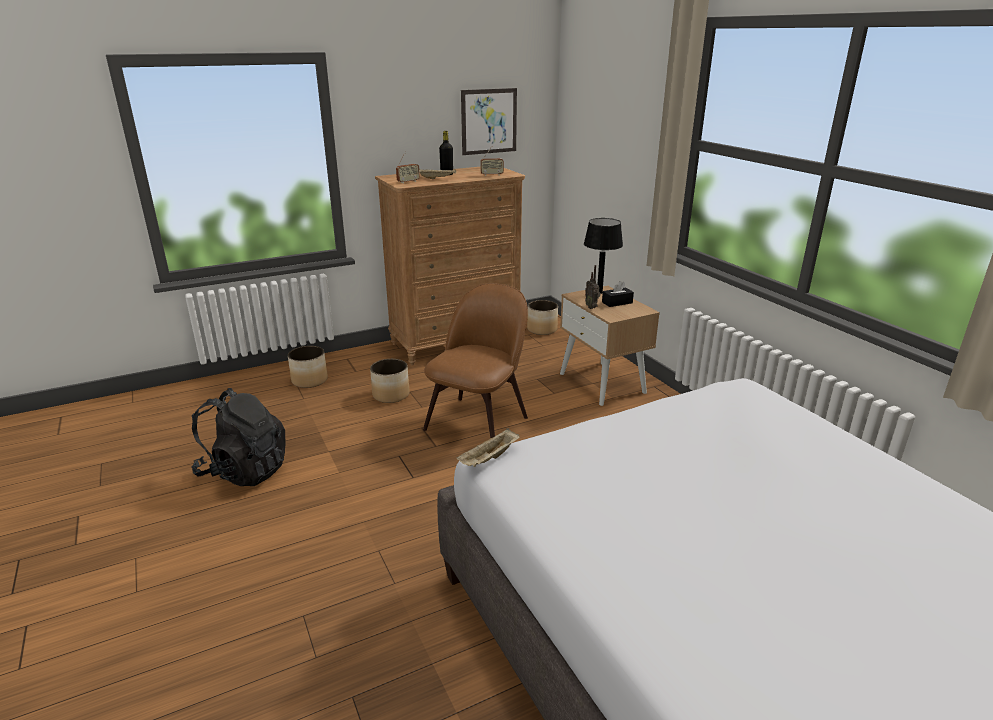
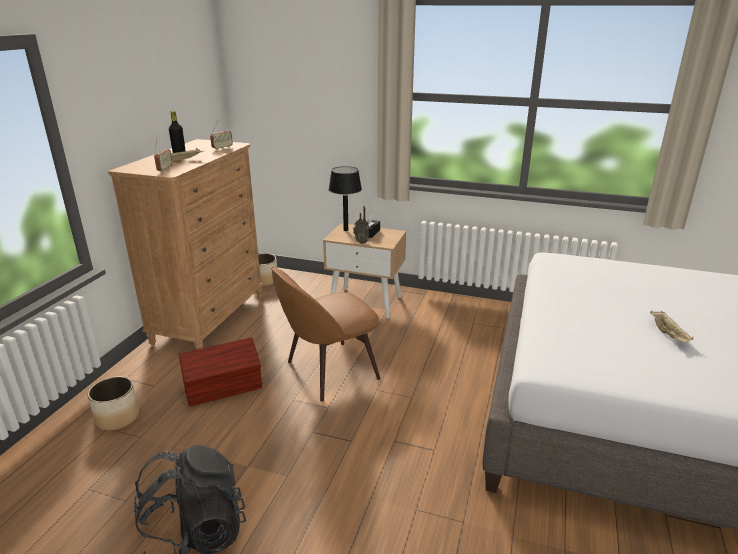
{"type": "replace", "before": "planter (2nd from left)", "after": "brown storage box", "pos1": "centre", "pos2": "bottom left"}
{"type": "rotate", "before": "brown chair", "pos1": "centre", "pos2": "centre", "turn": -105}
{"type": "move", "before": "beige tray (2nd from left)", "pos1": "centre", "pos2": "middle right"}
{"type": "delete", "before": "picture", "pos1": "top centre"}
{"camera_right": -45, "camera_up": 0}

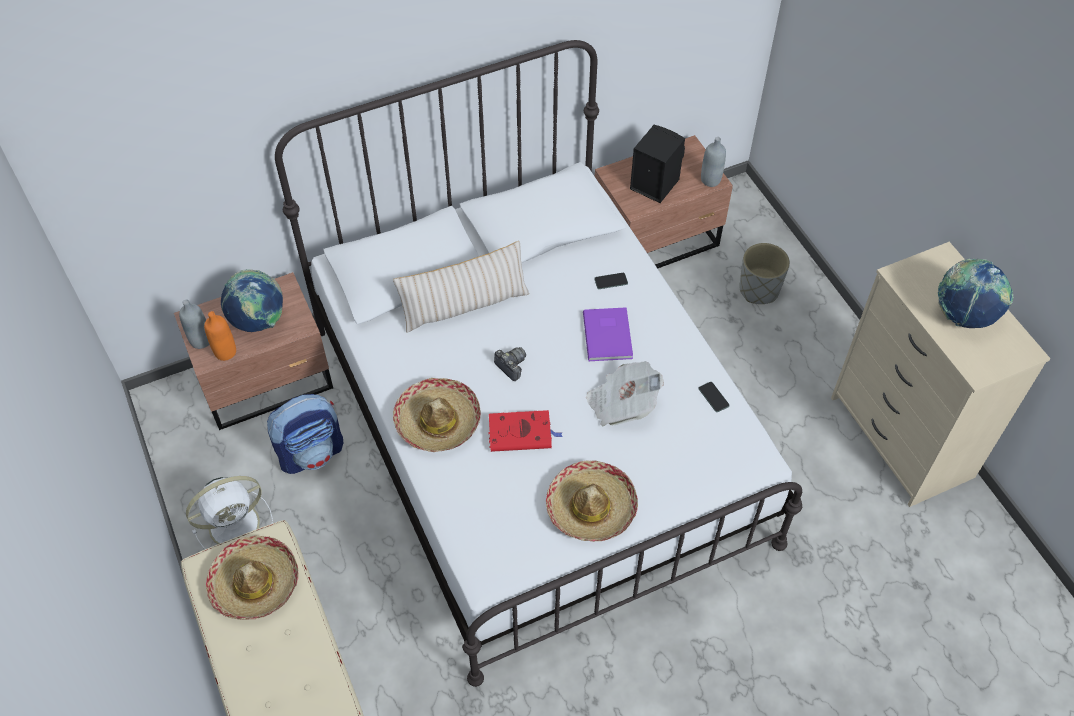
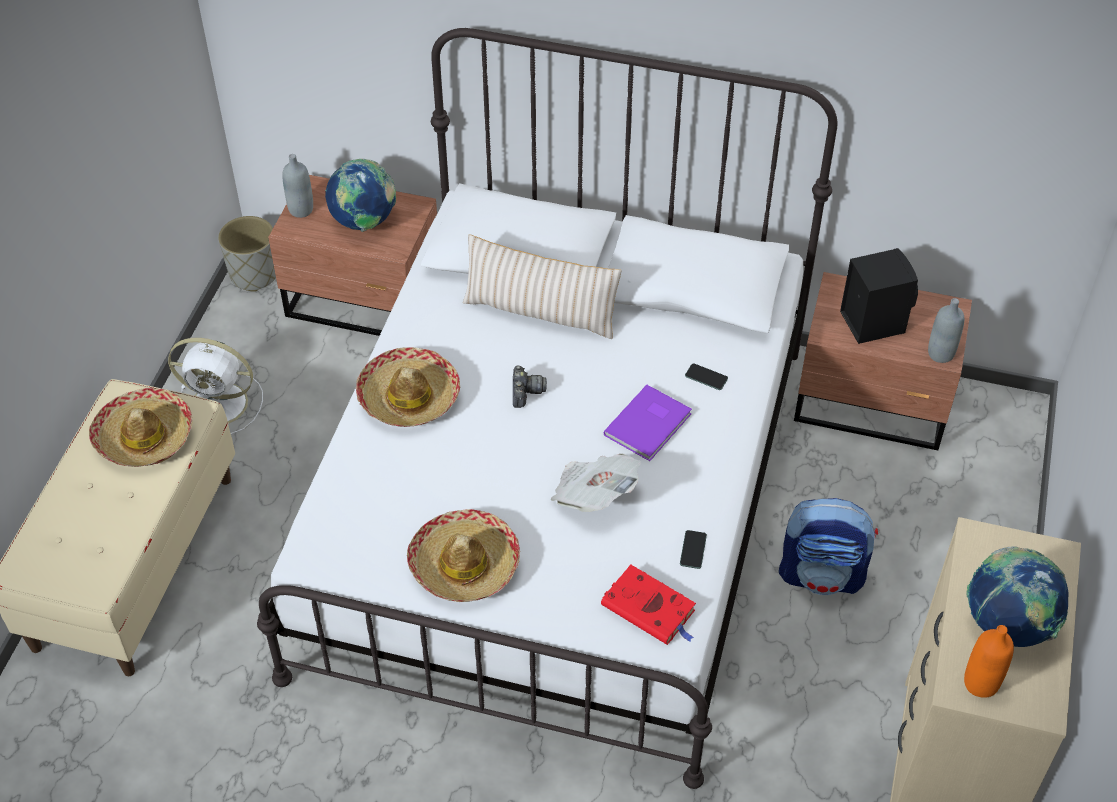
{"type": "move", "before": "grey planter", "pos1": "middle right", "pos2": "top left"}
{"type": "move", "before": "red book", "pos1": "centre", "pos2": "bottom centre"}
{"type": "move", "before": "backpack", "pos1": "middle left", "pos2": "bottom right"}
{"type": "move", "before": "orange bottle", "pos1": "middle left", "pos2": "bottom right"}
{"camera_right": 40, "camera_up": -5}

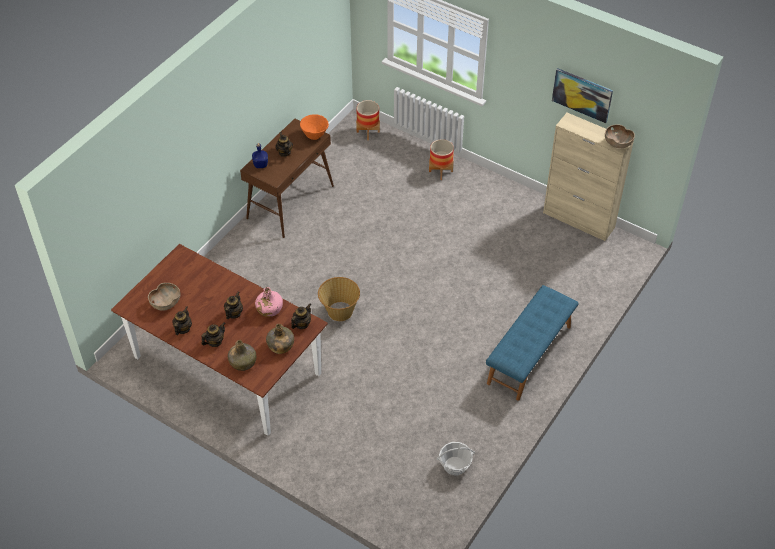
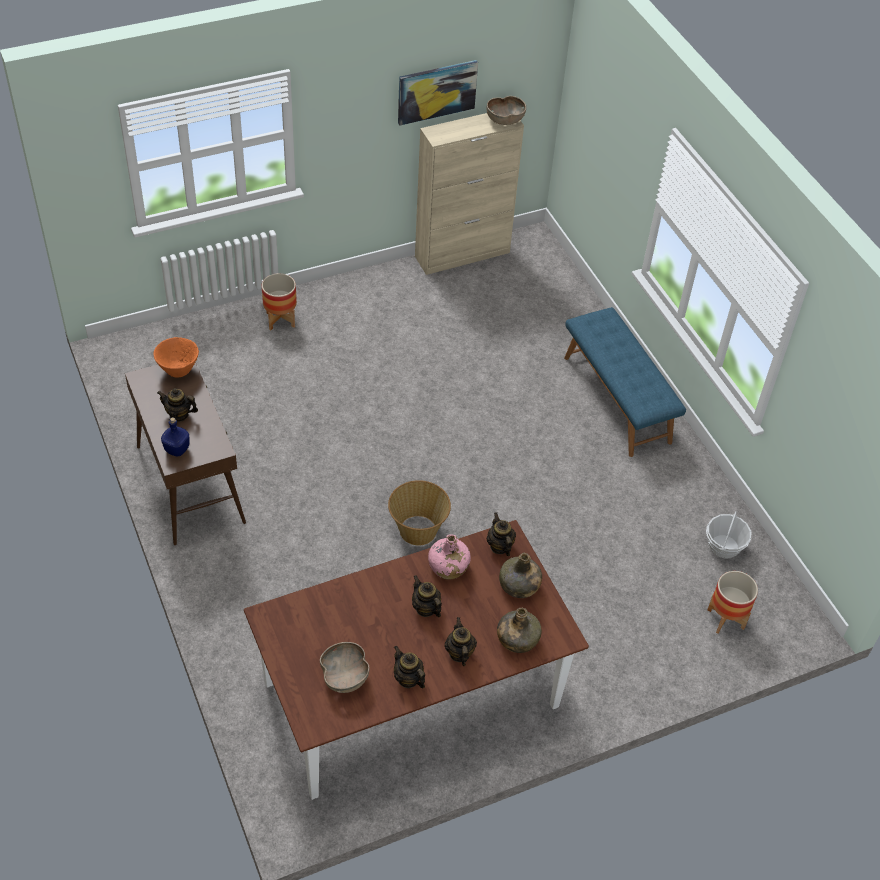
{"type": "move", "before": "planter (1st from left in the first image)", "after": "planter (2nd from left)", "pos1": "top centre", "pos2": "bottom right"}
{"camera_right": -60, "camera_up": 0}

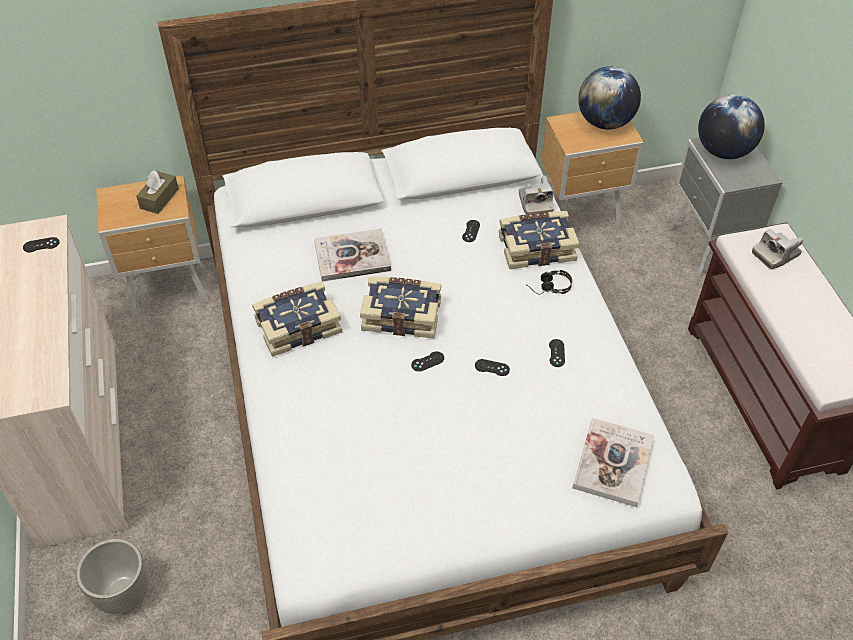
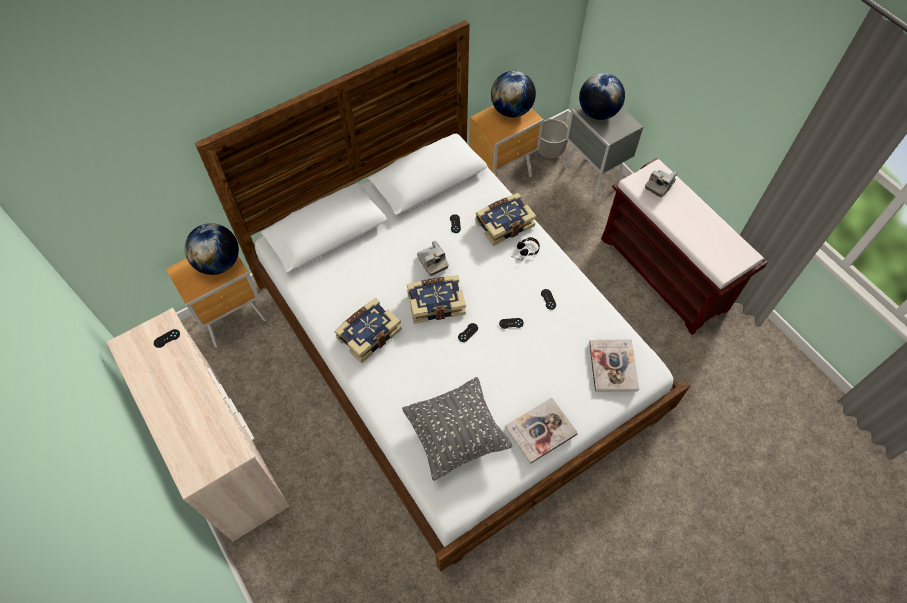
{"type": "replace", "before": "brown tissue box", "after": "globe (1st from left)", "pos1": "top left", "pos2": "middle left"}
{"type": "insert", "after": "grey pillow", "pos2": "bottom centre"}
{"type": "move", "before": "photo camera (1st from left)", "pos1": "top centre", "pos2": "centre"}
{"type": "move", "before": "book (2nd from left in the first image)", "after": "book (4th from left)", "pos1": "centre", "pos2": "bottom centre"}
{"type": "move", "before": "planter", "pos1": "bottom left", "pos2": "top centre"}
{"camera_right": -20, "camera_up": 10}

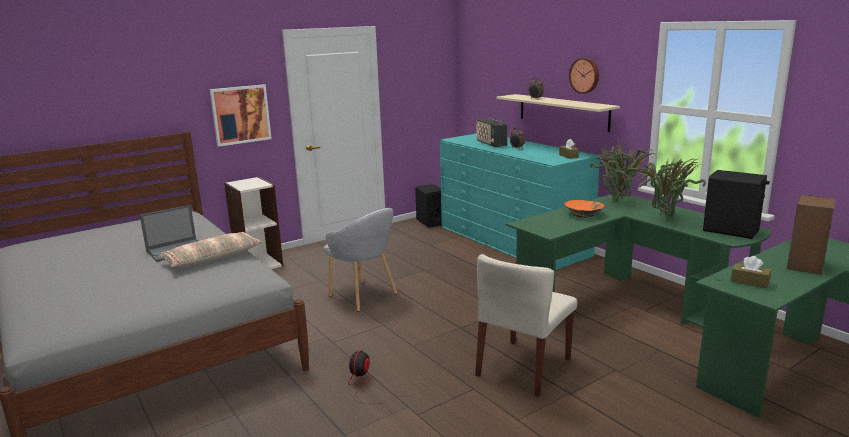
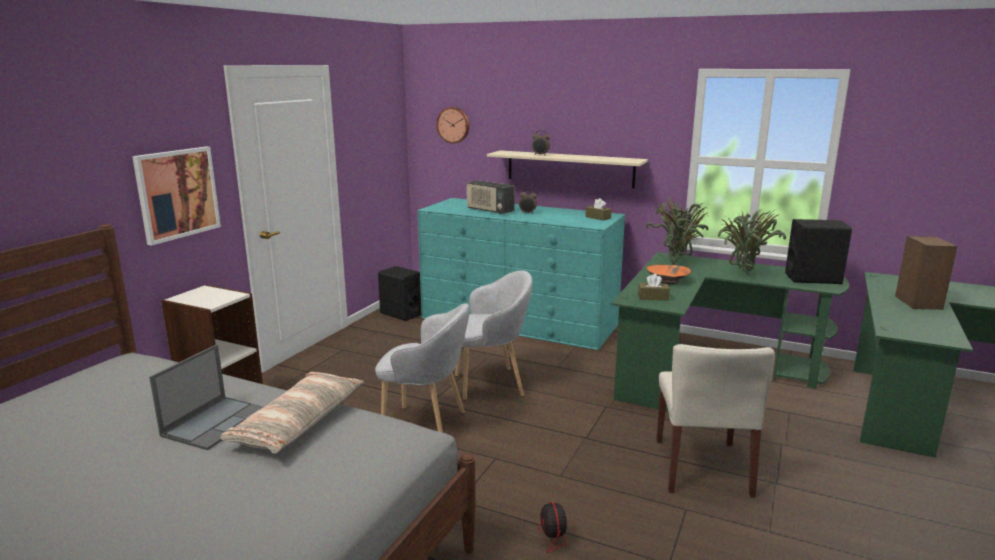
{"type": "move", "before": "wall clock", "pos1": "top right", "pos2": "top centre"}
{"type": "insert", "after": "grey armchair (2nd from left)", "pos2": "centre"}
{"type": "move", "before": "brown tissue box (2nd from left)", "pos1": "middle right", "pos2": "centre"}
{"camera_right": -30, "camera_up": 0}

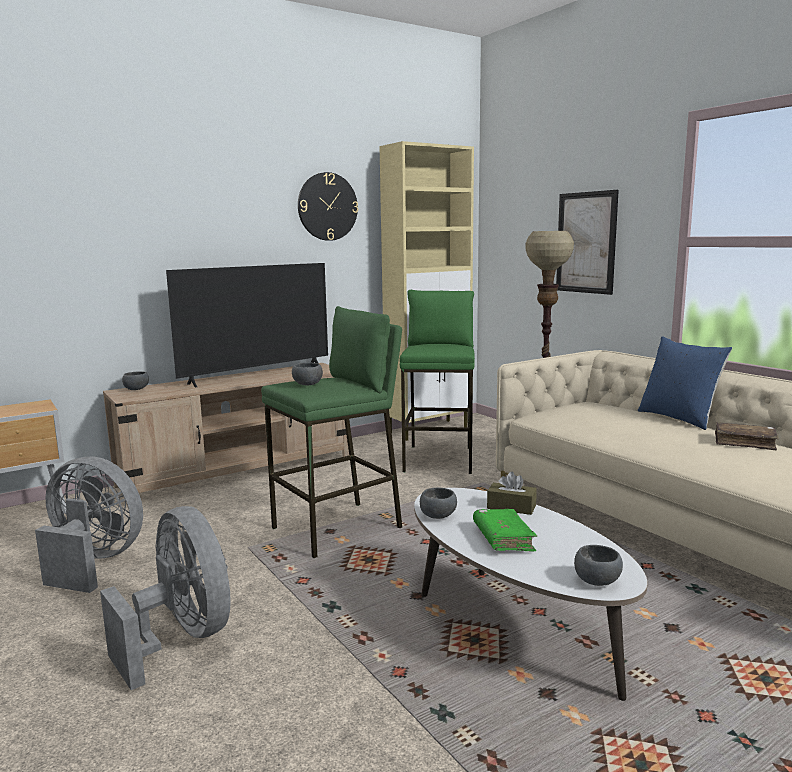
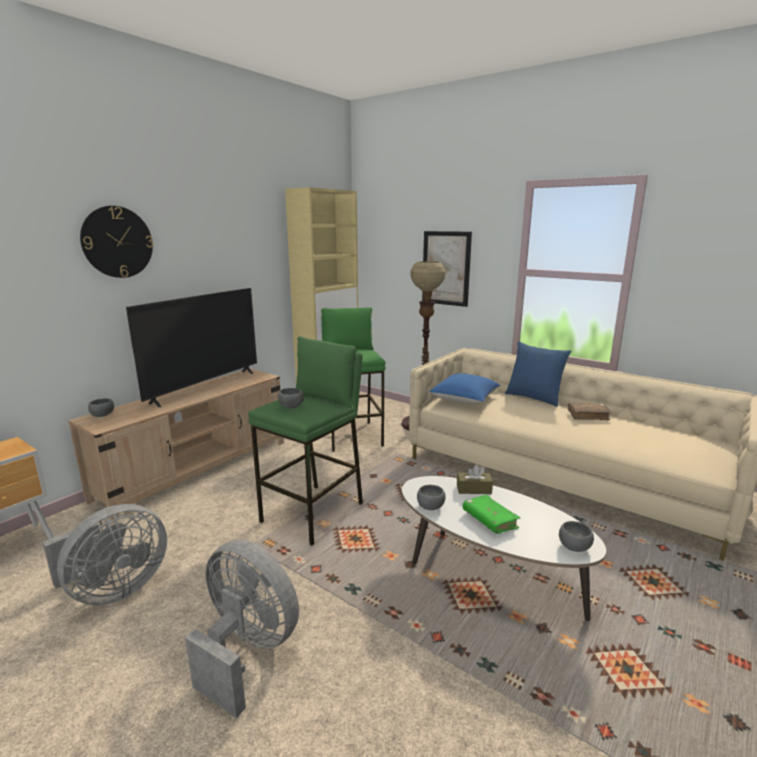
{"type": "rotate", "before": "grey fan (1st from left)", "pos1": "bottom left", "pos2": "bottom left", "turn": 135}
{"type": "move", "before": "wall clock", "pos1": "top centre", "pos2": "top left"}
{"type": "insert", "after": "blue pillow (1st from left)", "pos2": "centre"}
{"camera_right": -20, "camera_up": 5}

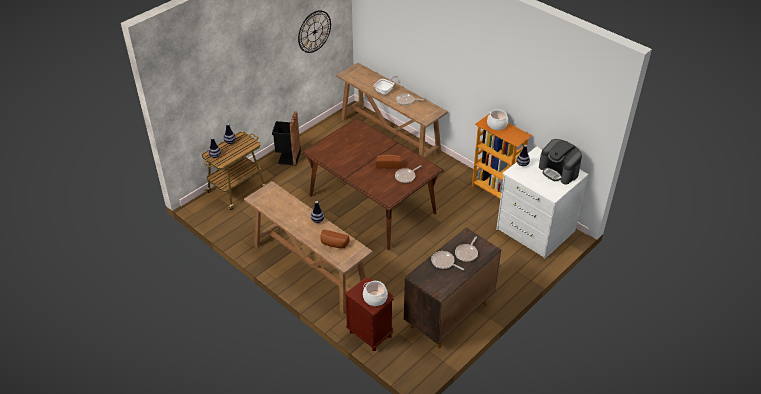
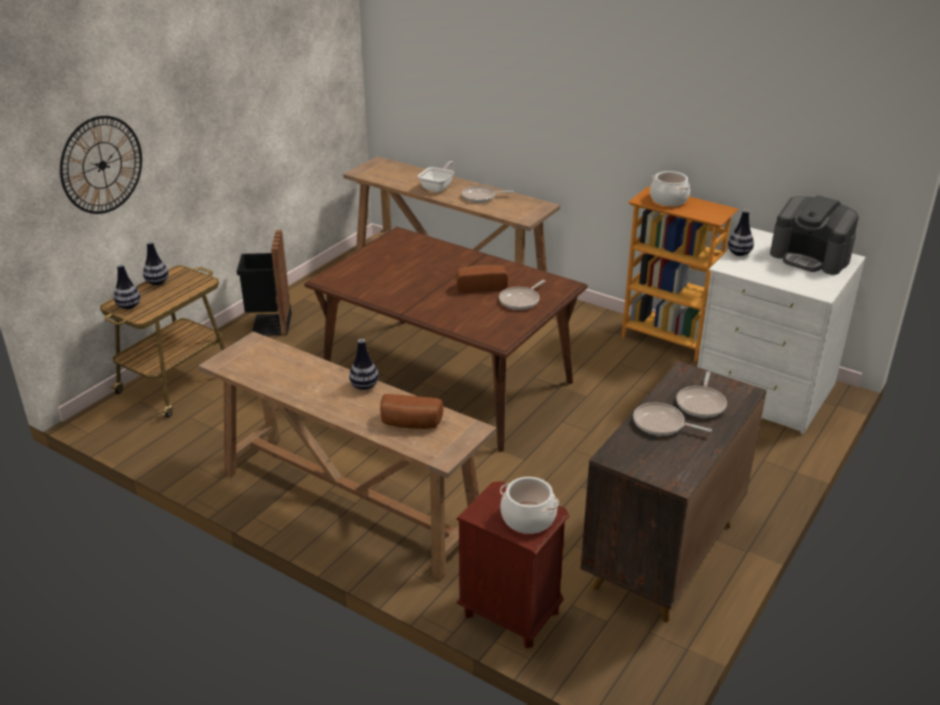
{"type": "move", "before": "wall clock", "pos1": "top centre", "pos2": "top left"}
{"camera_right": -10, "camera_up": -10}

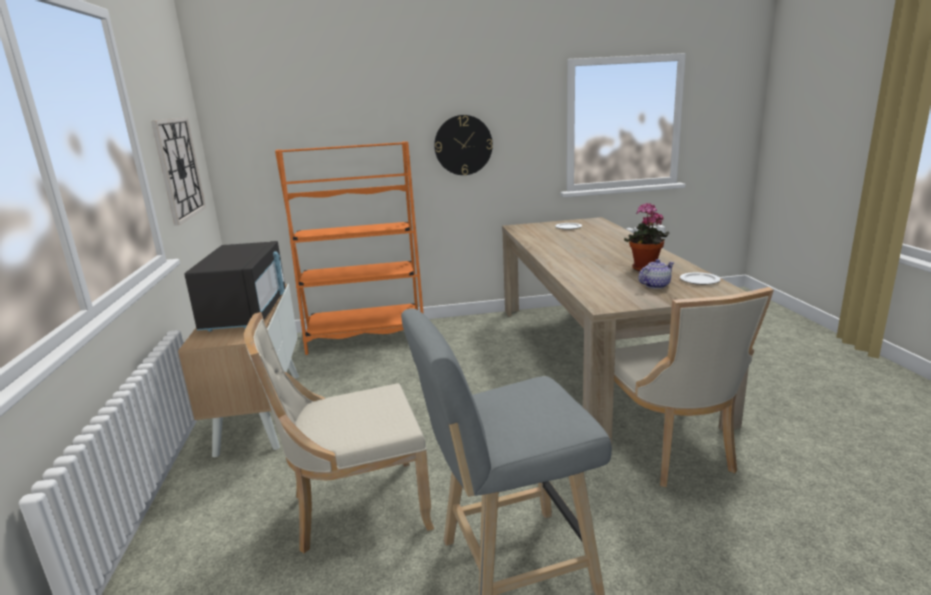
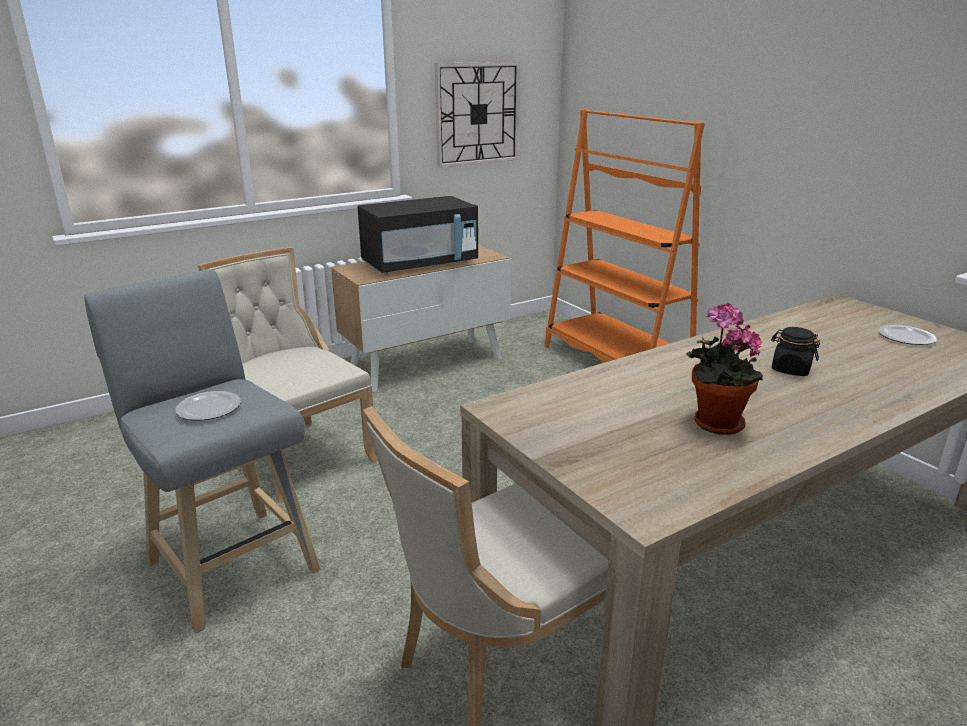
{"type": "move", "before": "plate (2nd from left in the first image)", "after": "plate (1st from left)", "pos1": "middle right", "pos2": "middle left"}
{"type": "insert", "after": "black jar", "pos2": "middle right"}
{"type": "delete", "before": "wall clock (2nd from left)", "pos1": "top centre"}
{"type": "delete", "before": "teapot", "pos1": "middle right"}
{"camera_right": 65, "camera_up": 5}

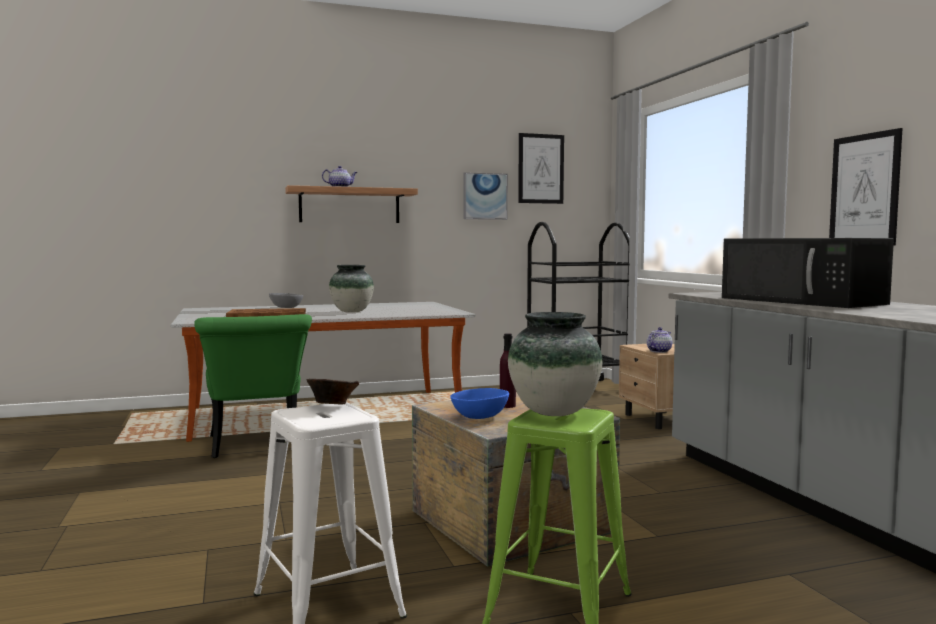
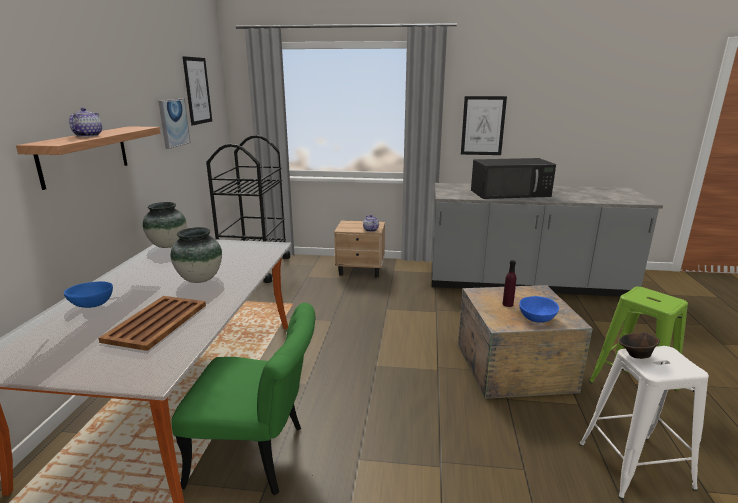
{"type": "recolor", "before": "grey bowl", "after": "blue bowl (1st from left)", "pos1": "middle left", "pos2": "middle left"}
{"type": "move", "before": "vase (2nd from left in the first image)", "after": "vase (1st from left)", "pos1": "centre", "pos2": "middle left"}
{"camera_right": -65, "camera_up": 15}

